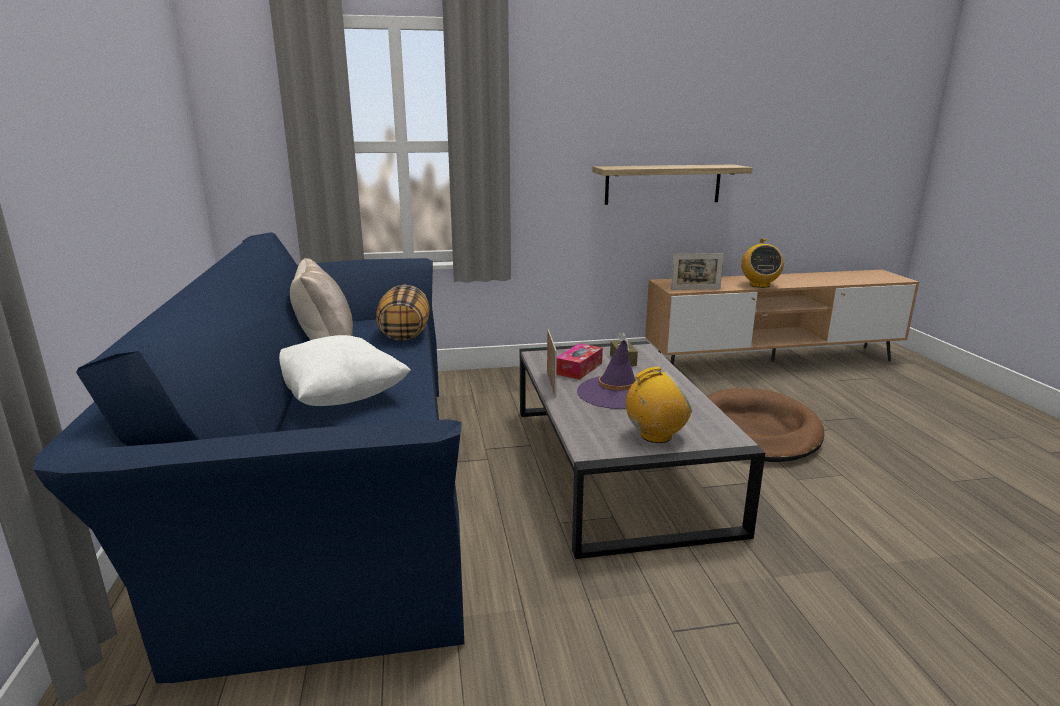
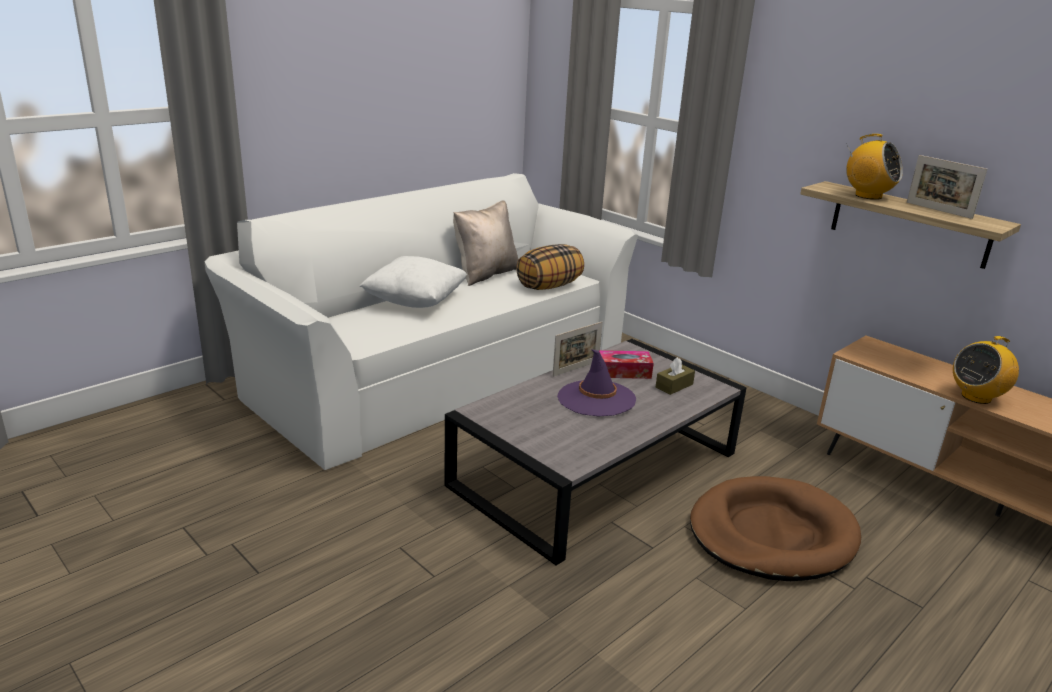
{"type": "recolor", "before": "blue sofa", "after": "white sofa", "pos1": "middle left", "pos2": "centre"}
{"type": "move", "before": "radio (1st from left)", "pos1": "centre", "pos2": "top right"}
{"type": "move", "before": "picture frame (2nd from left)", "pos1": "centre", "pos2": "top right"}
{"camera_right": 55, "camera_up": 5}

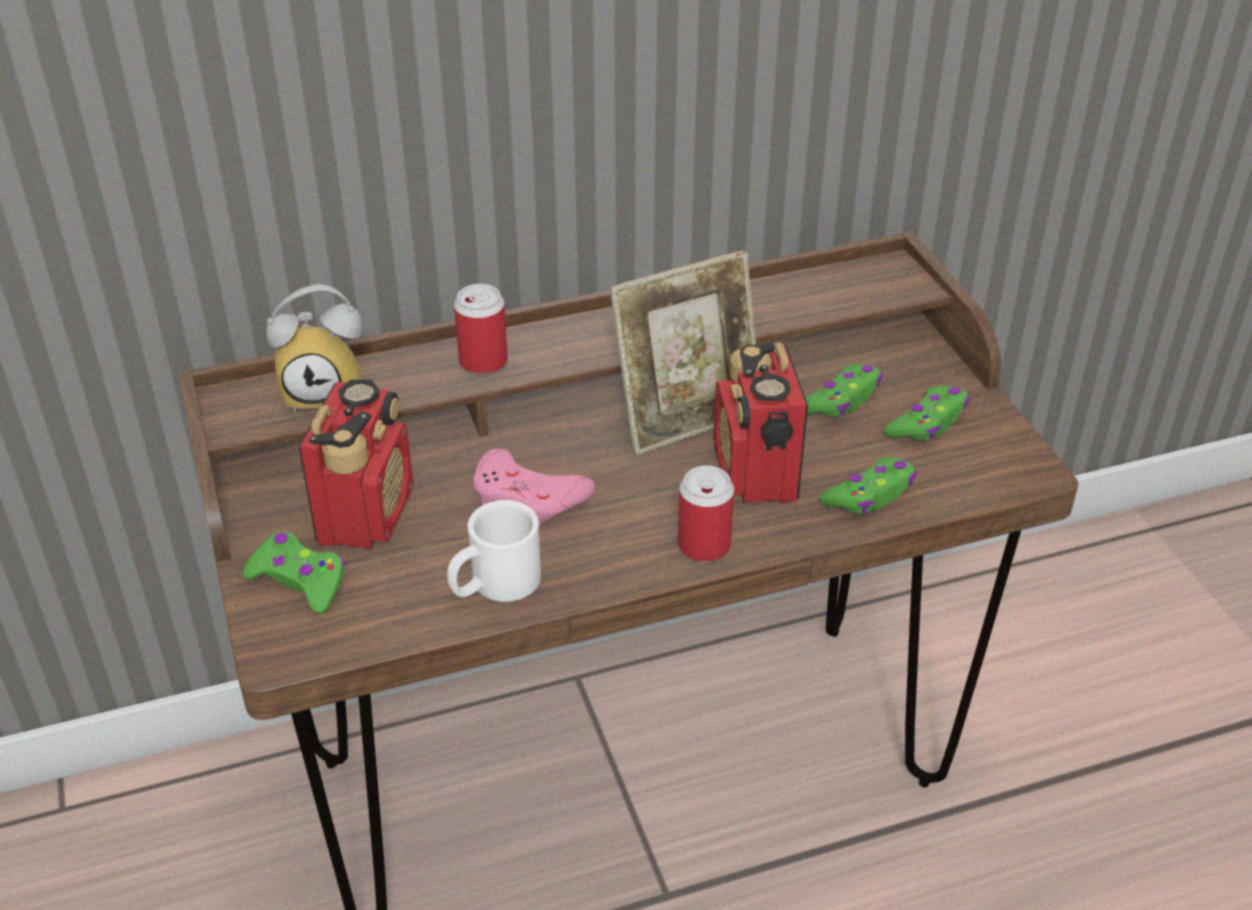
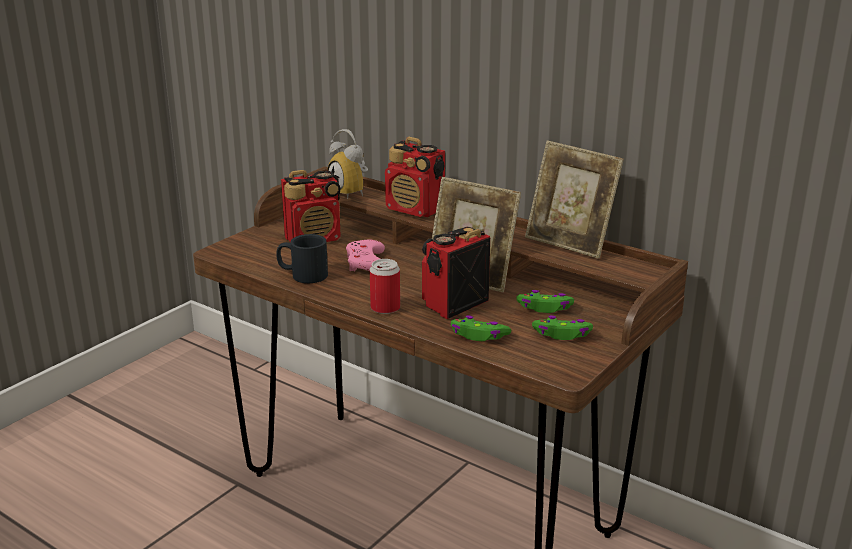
{"type": "recolor", "before": "white mug", "after": "black mug", "pos1": "centre", "pos2": "centre"}
{"type": "replace", "before": "can (1st from left)", "after": "radio (2nd from left)", "pos1": "centre", "pos2": "top centre"}
{"type": "insert", "after": "picture frame (2nd from left)", "pos2": "middle right"}
{"type": "delete", "before": "green game controller (1st from left)", "pos1": "middle left"}
{"camera_right": 55, "camera_up": -15}

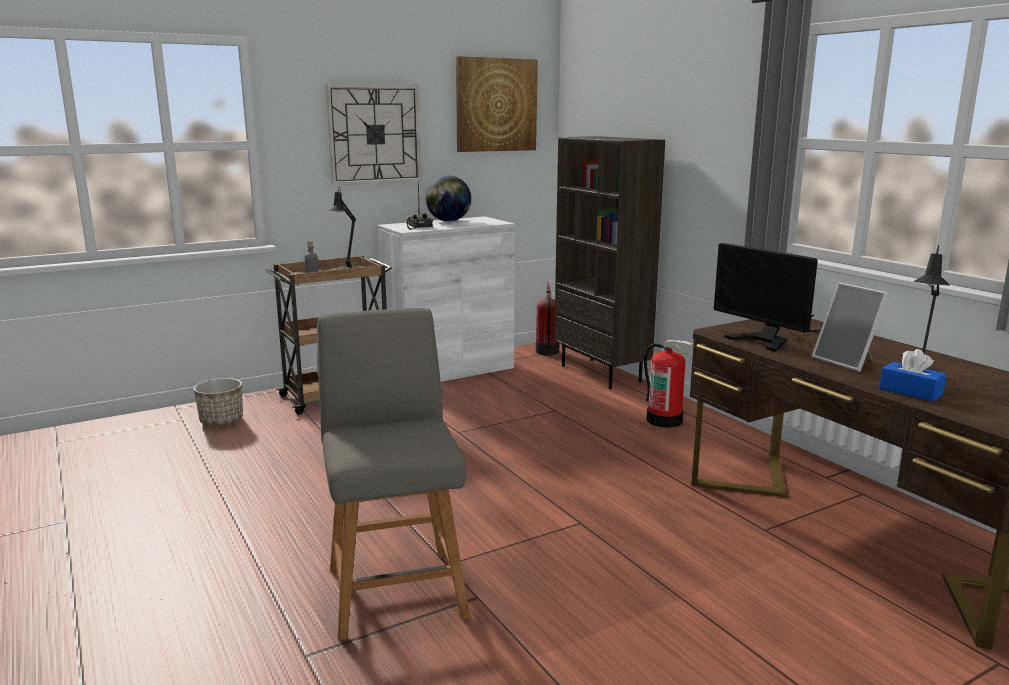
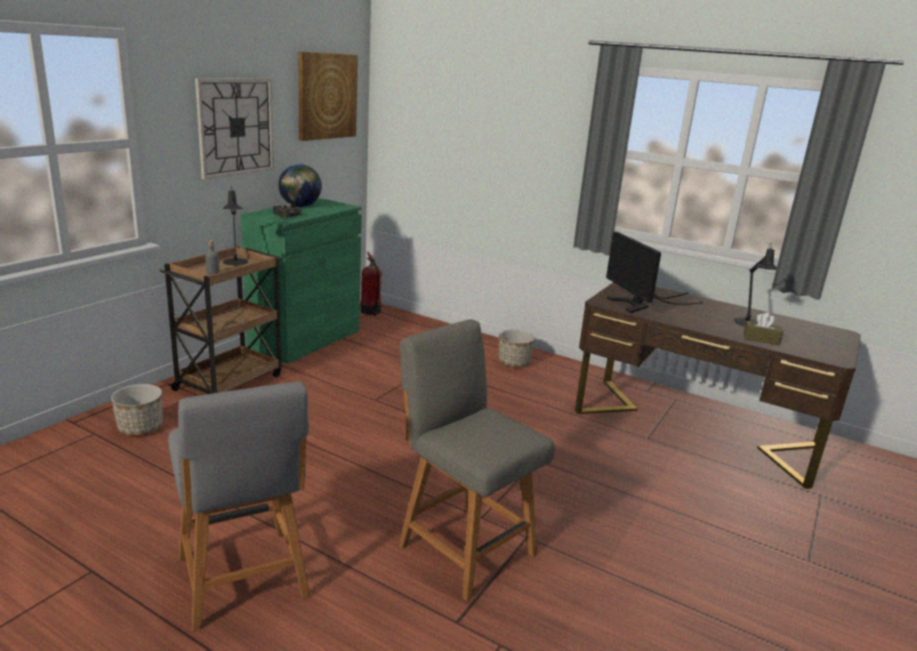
{"type": "insert", "after": "grey chair (1st from left)", "pos2": "bottom left"}
{"type": "recolor", "before": "white cabinet", "after": "green cabinet", "pos1": "centre", "pos2": "middle left"}
{"type": "replace", "before": "fire extinguisher (2nd from left)", "after": "planter (2nd from left)", "pos1": "centre", "pos2": "centre"}
{"type": "rotate", "before": "monitor", "pos1": "middle right", "pos2": "middle right", "turn": 45}
{"type": "recolor", "before": "blue tissue box", "after": "brown tissue box", "pos1": "middle right", "pos2": "middle right"}
{"type": "delete", "before": "brown bookcase", "pos1": "centre"}
{"type": "delete", "before": "picture frame", "pos1": "middle right"}
{"camera_right": -30, "camera_up": 5}

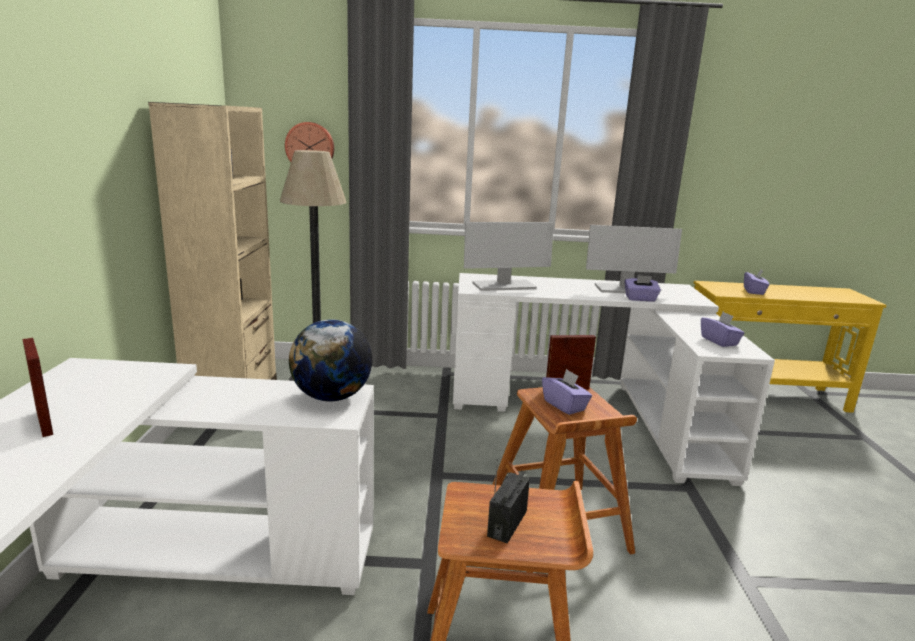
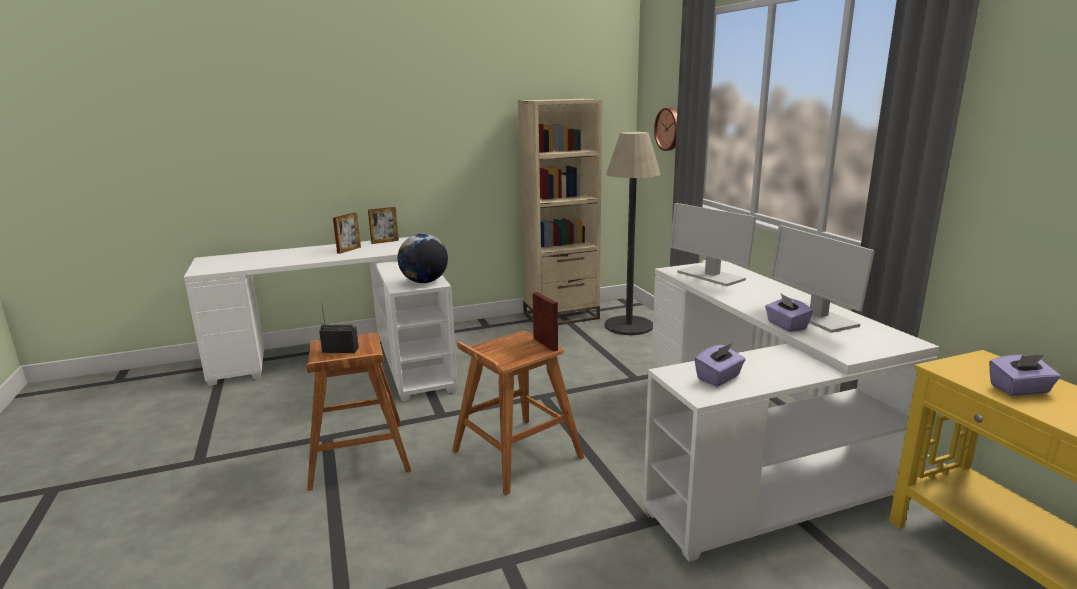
{"type": "insert", "after": "picture frame (2nd from left)", "pos2": "centre"}
{"type": "delete", "before": "purple tissue box (1st from left)", "pos1": "centre"}
{"camera_right": 70, "camera_up": 0}

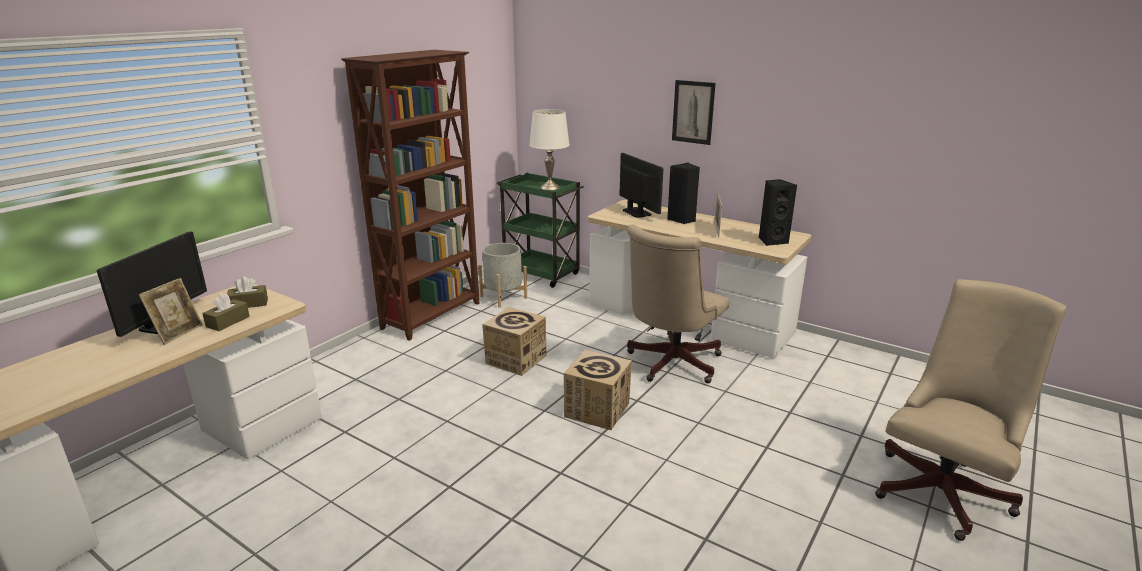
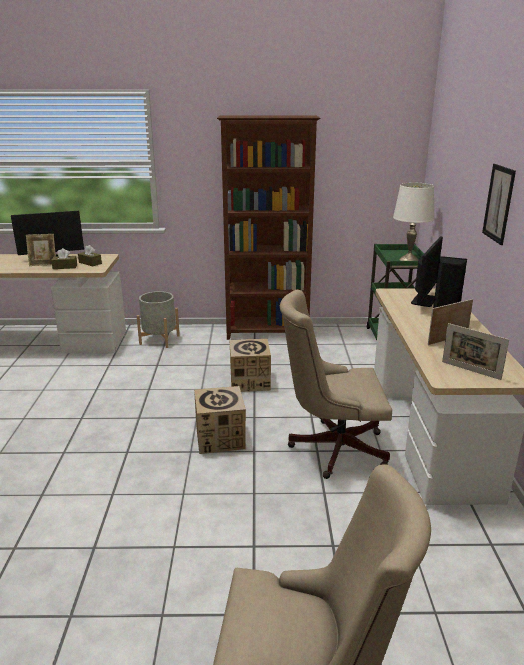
{"type": "move", "before": "grey planter", "pos1": "centre", "pos2": "middle left"}
{"type": "replace", "before": "black speaker (2nd from left)", "after": "picture frame (3rd from left)", "pos1": "middle right", "pos2": "middle right"}
{"camera_right": 55, "camera_up": 0}

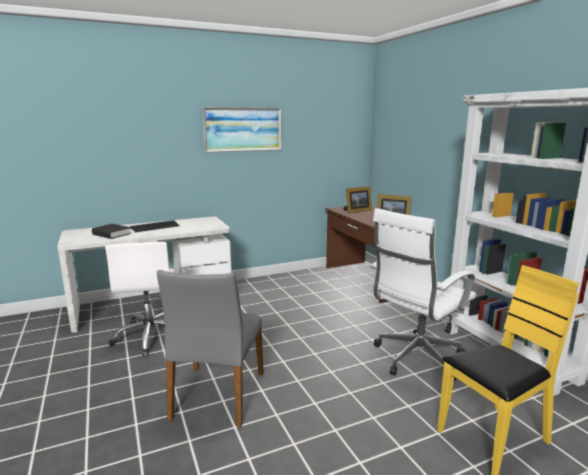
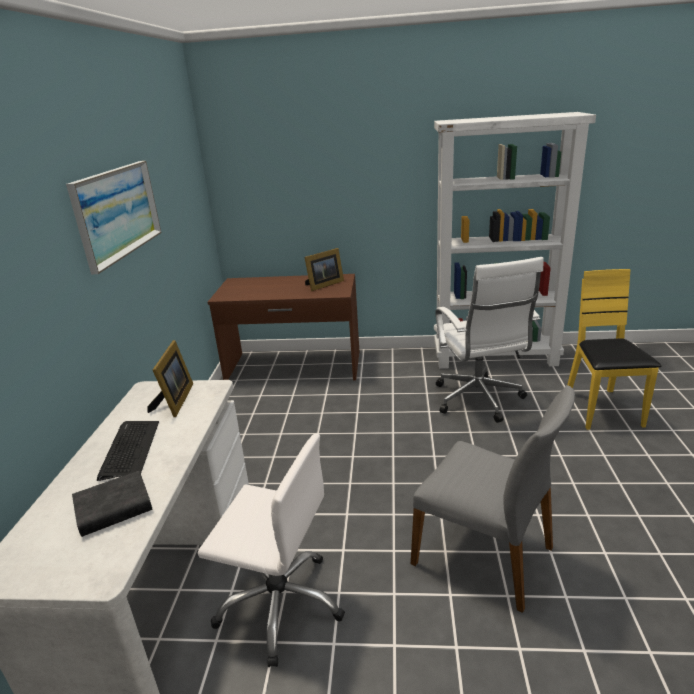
{"type": "move", "before": "picture frame (1st from left)", "pos1": "centre", "pos2": "middle left"}
{"camera_right": -60, "camera_up": 10}

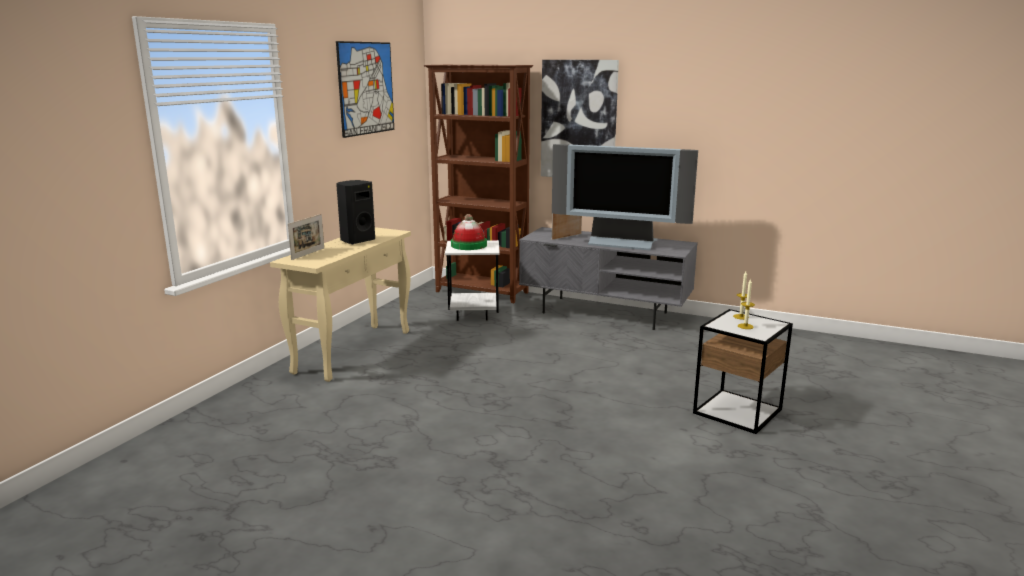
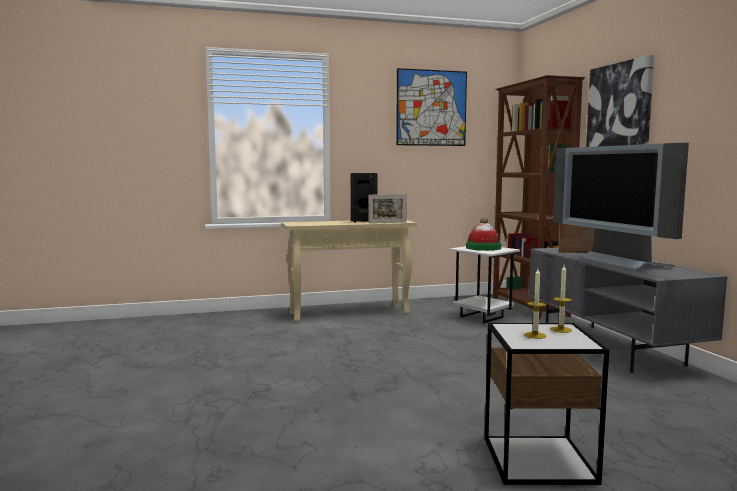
{"type": "move", "before": "picture frame (1st from left)", "pos1": "middle left", "pos2": "centre"}
{"camera_right": 50, "camera_up": -10}

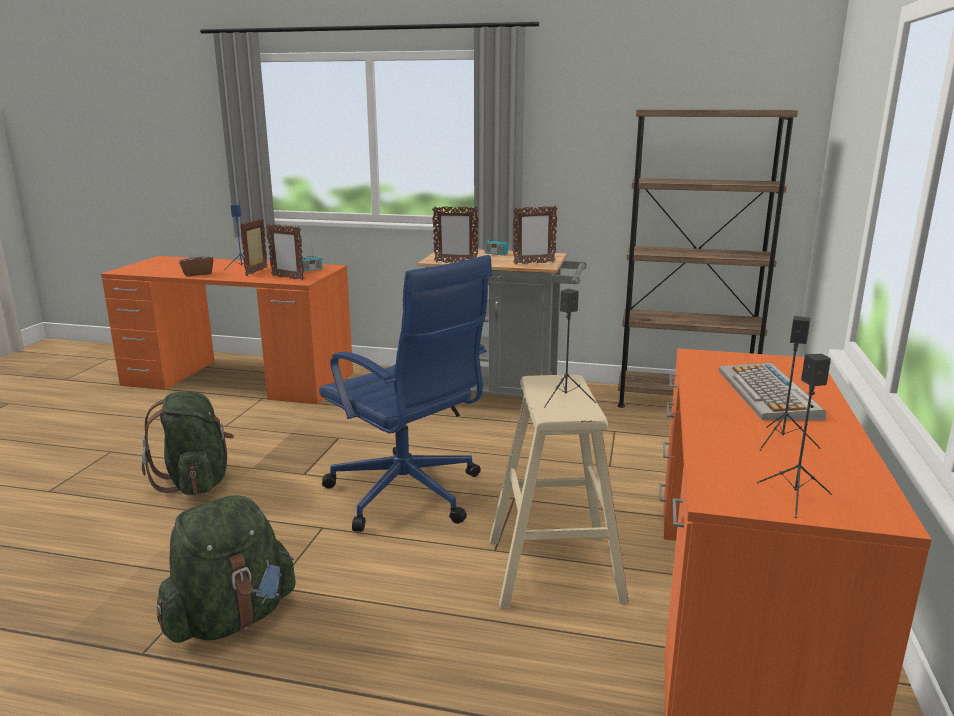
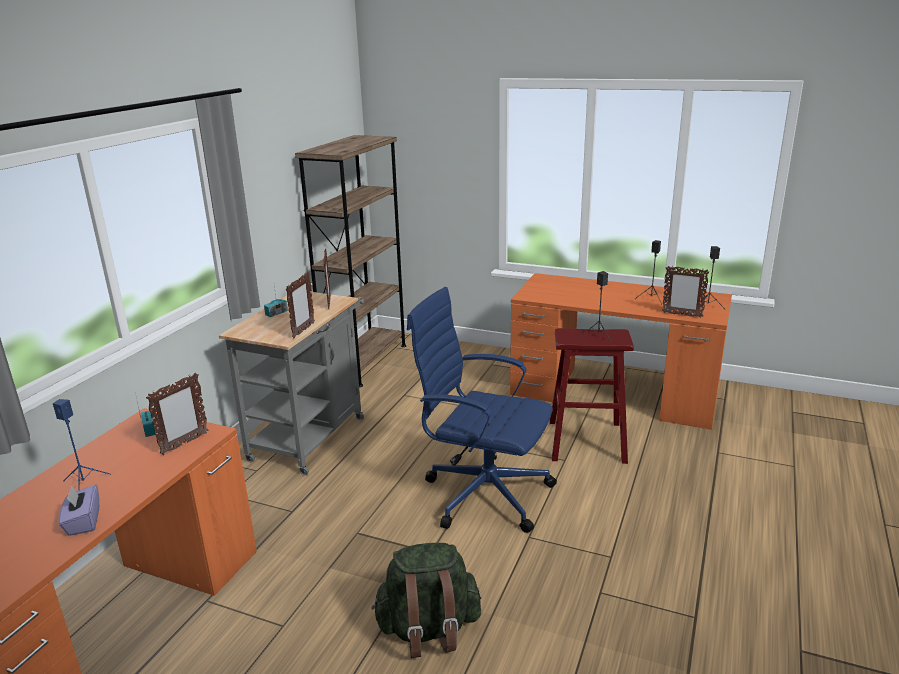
{"type": "recolor", "before": "brown tissue box", "after": "purple tissue box", "pos1": "middle left", "pos2": "bottom left"}
{"type": "rotate", "before": "blue office chair", "pos1": "centre", "pos2": "centre", "turn": -120}
{"type": "recolor", "before": "beige stool", "after": "red stool", "pos1": "bottom centre", "pos2": "centre"}
{"type": "move", "before": "picture frame (1st from left in the first image)", "after": "picture frame (4th from left)", "pos1": "middle left", "pos2": "middle right"}
{"type": "delete", "before": "green backpack (2nd from left)", "pos1": "bottom left"}
{"type": "delete", "before": "keyboard", "pos1": "middle right"}
{"camera_right": -80, "camera_up": 5}

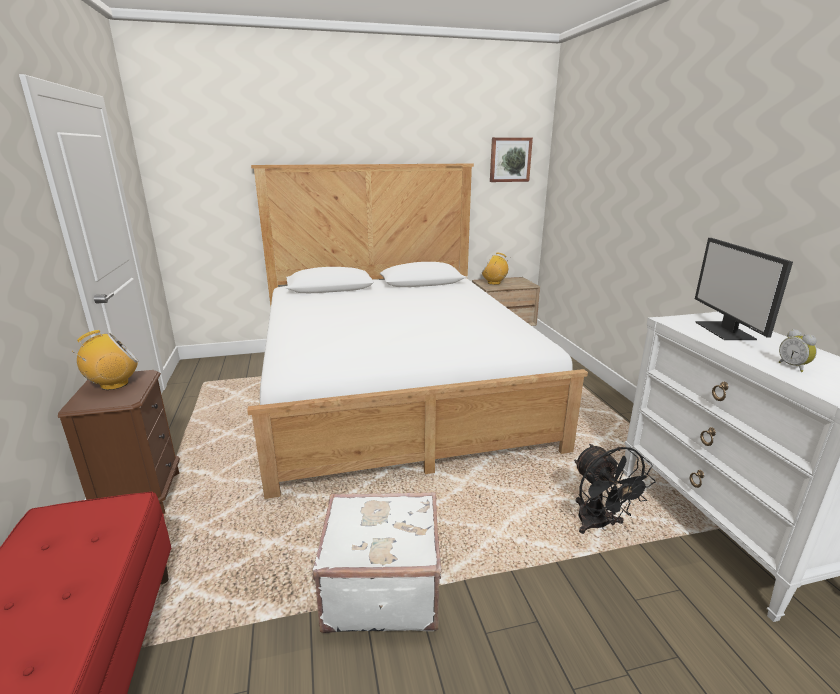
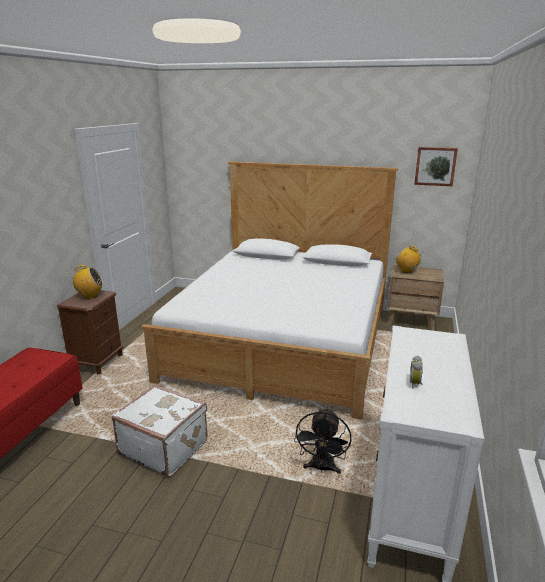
{"type": "delete", "before": "monitor", "pos1": "middle right"}
{"camera_right": 30, "camera_up": 0}

